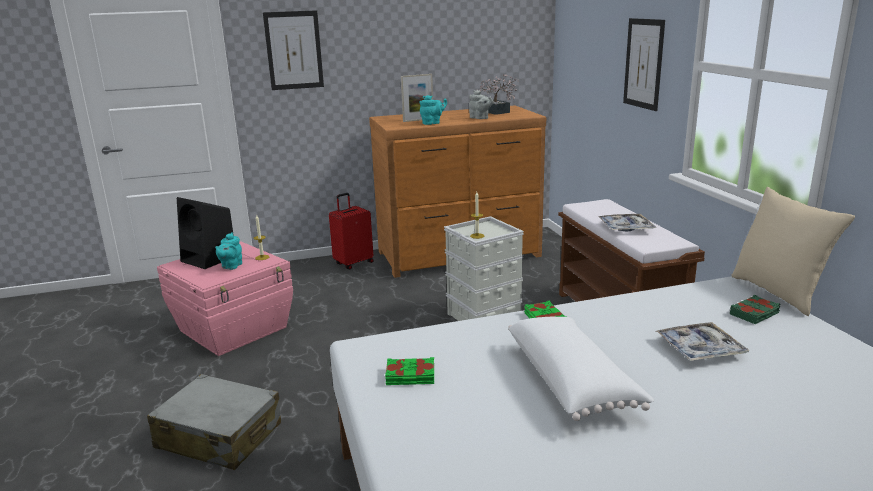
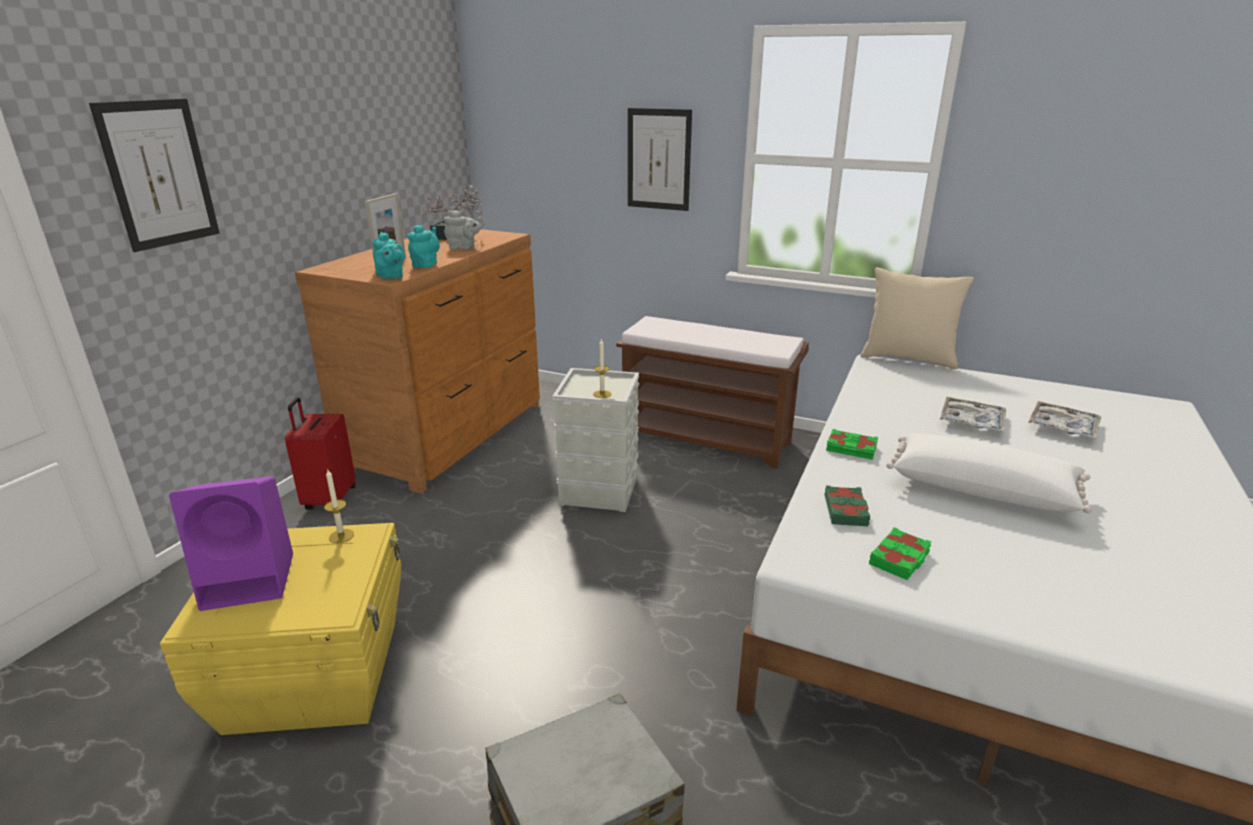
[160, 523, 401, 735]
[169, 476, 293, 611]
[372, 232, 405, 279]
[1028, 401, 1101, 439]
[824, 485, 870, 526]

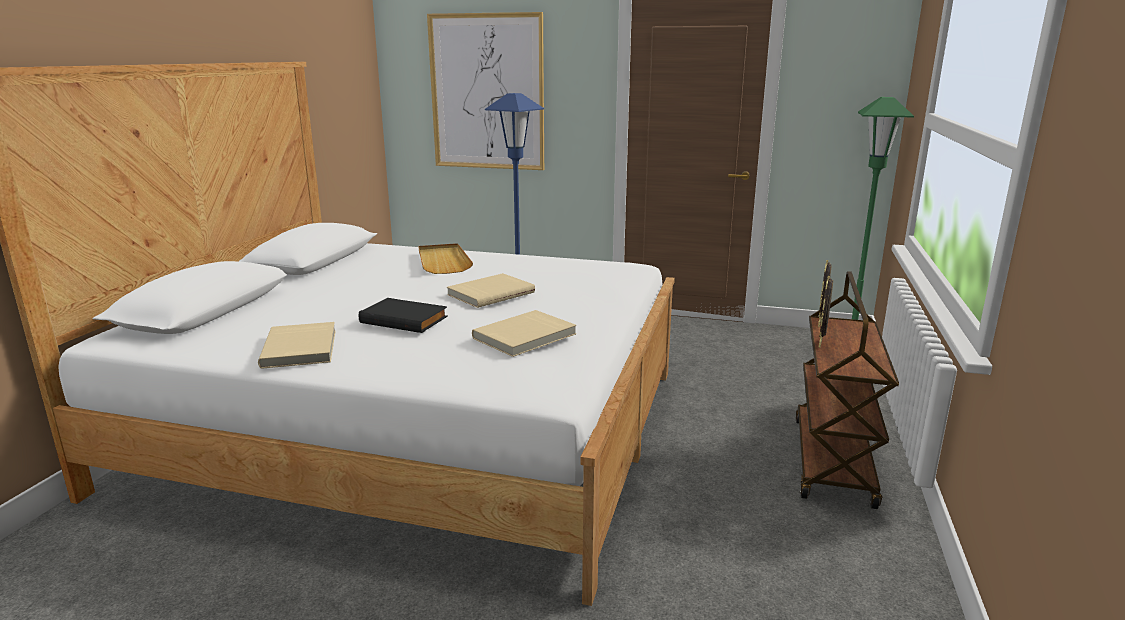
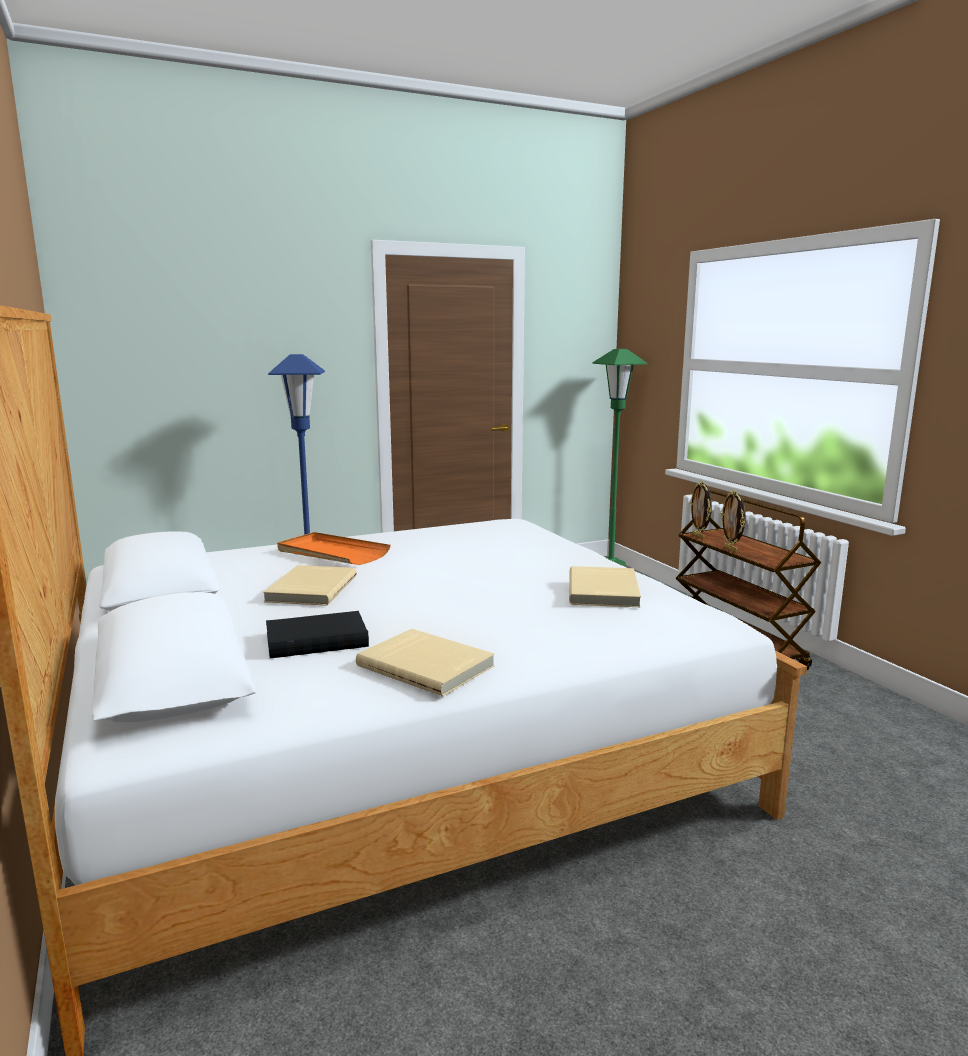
[266, 611, 369, 658]
[277, 532, 391, 565]
[427, 12, 544, 170] (first image)
[263, 565, 357, 606]

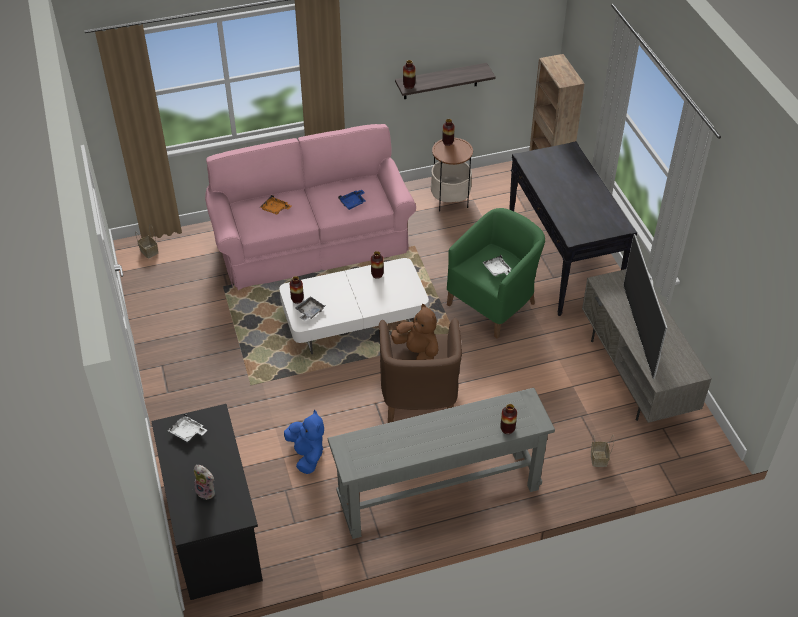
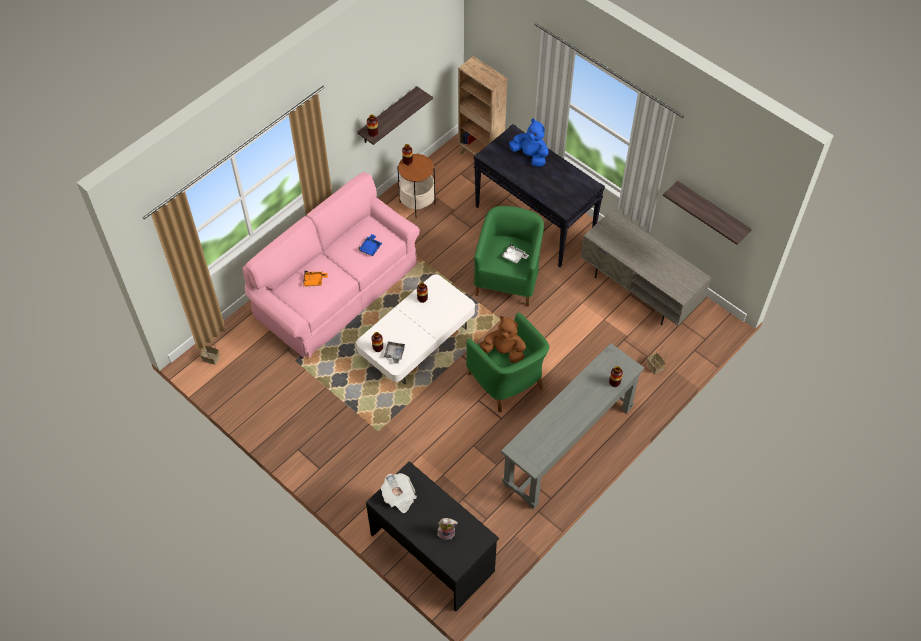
[381, 473, 417, 513]
[509, 119, 549, 167]
[466, 313, 549, 412]
[623, 234, 667, 379] (first image)
[663, 181, 752, 245]

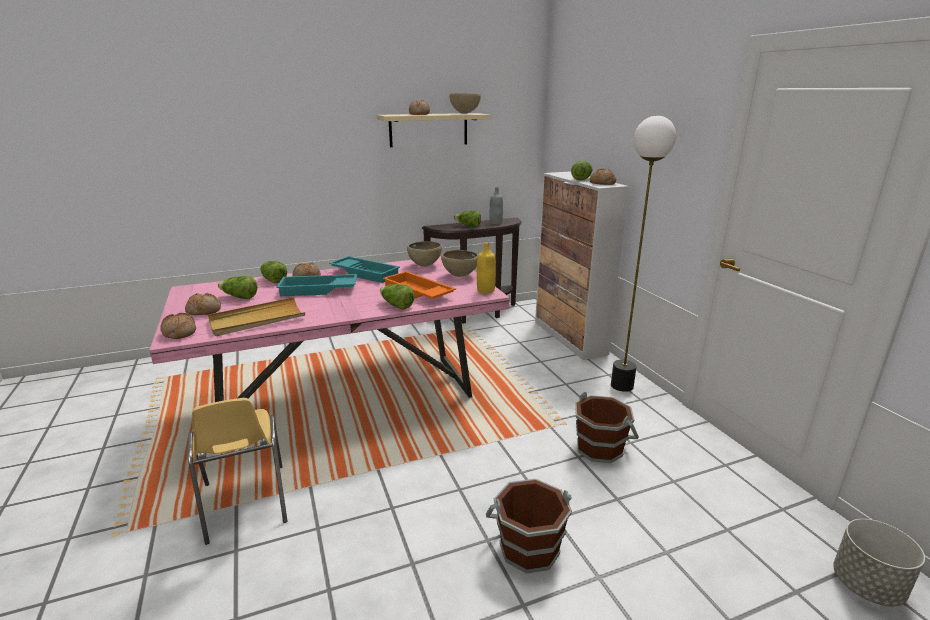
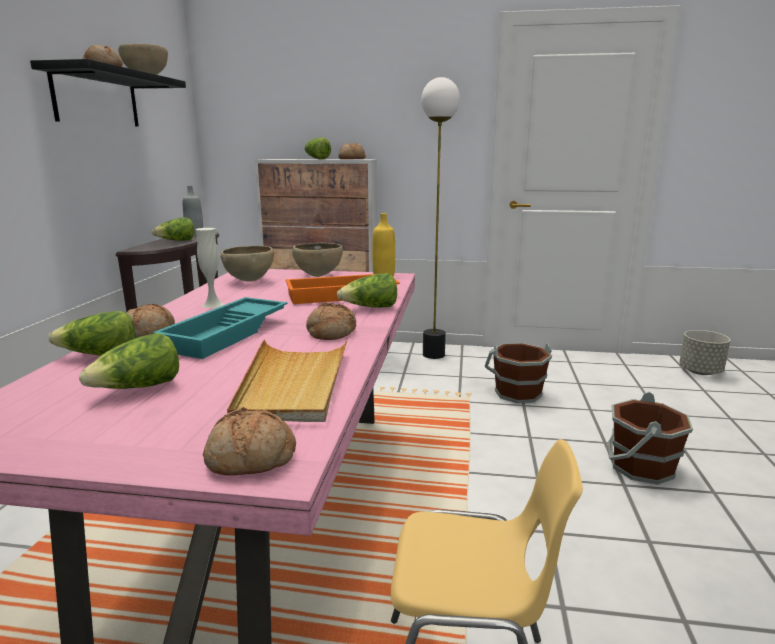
[306, 303, 356, 340]
[195, 228, 224, 308]
[30, 59, 186, 127]

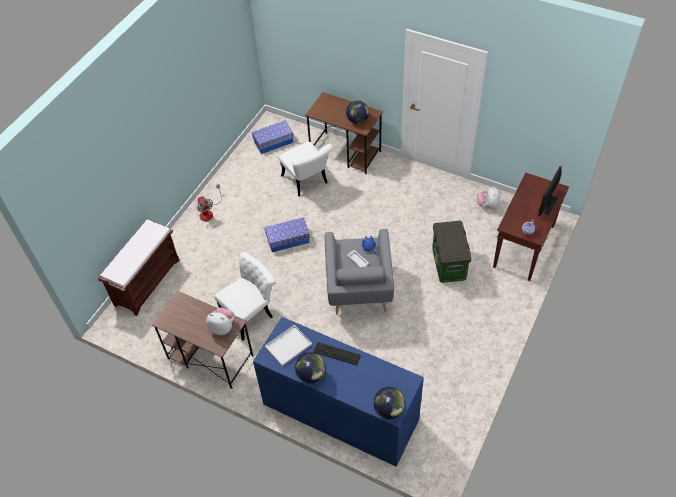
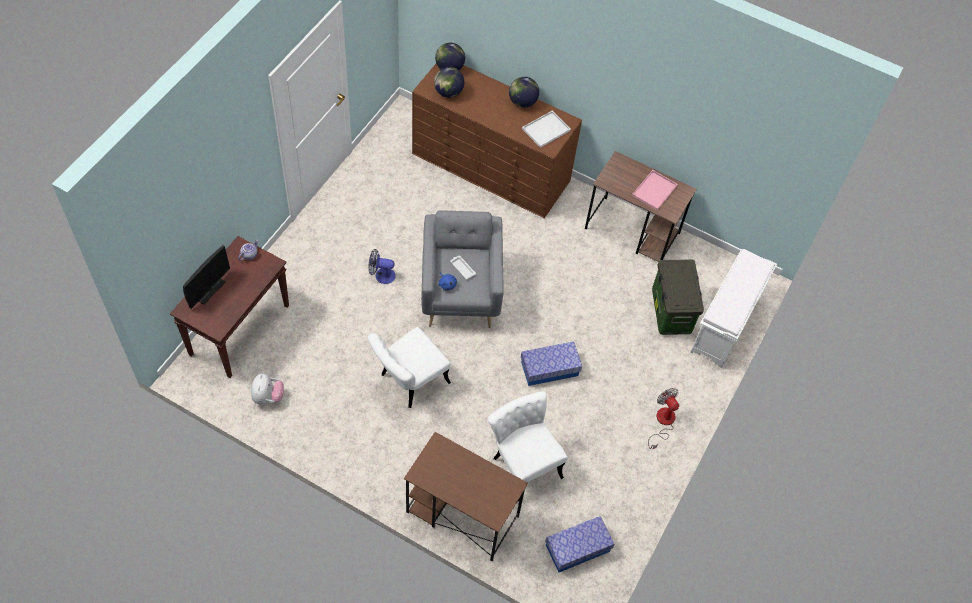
[691, 249, 777, 368]
[206, 307, 234, 335] (first image)
[368, 327, 451, 408]
[412, 64, 582, 218]
[313, 342, 361, 365] (first image)
[434, 67, 464, 98]
[652, 260, 704, 335]
[368, 249, 396, 284]
[632, 170, 678, 210]

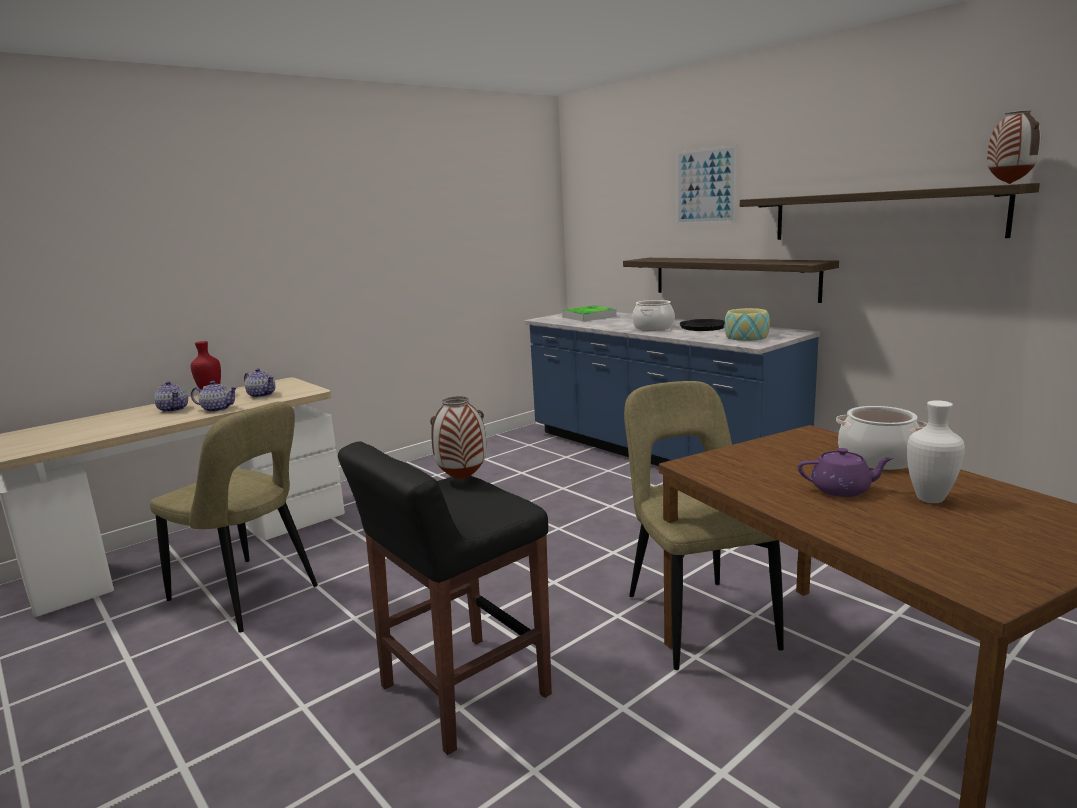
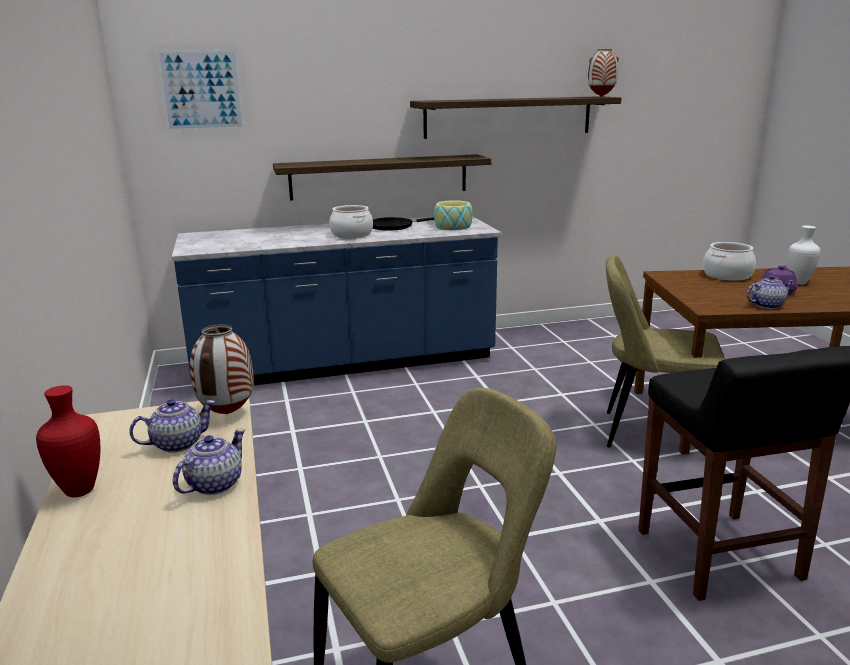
[746, 275, 794, 309]
[190, 324, 254, 414]
[562, 306, 617, 322] (first image)
[156, 50, 245, 132]

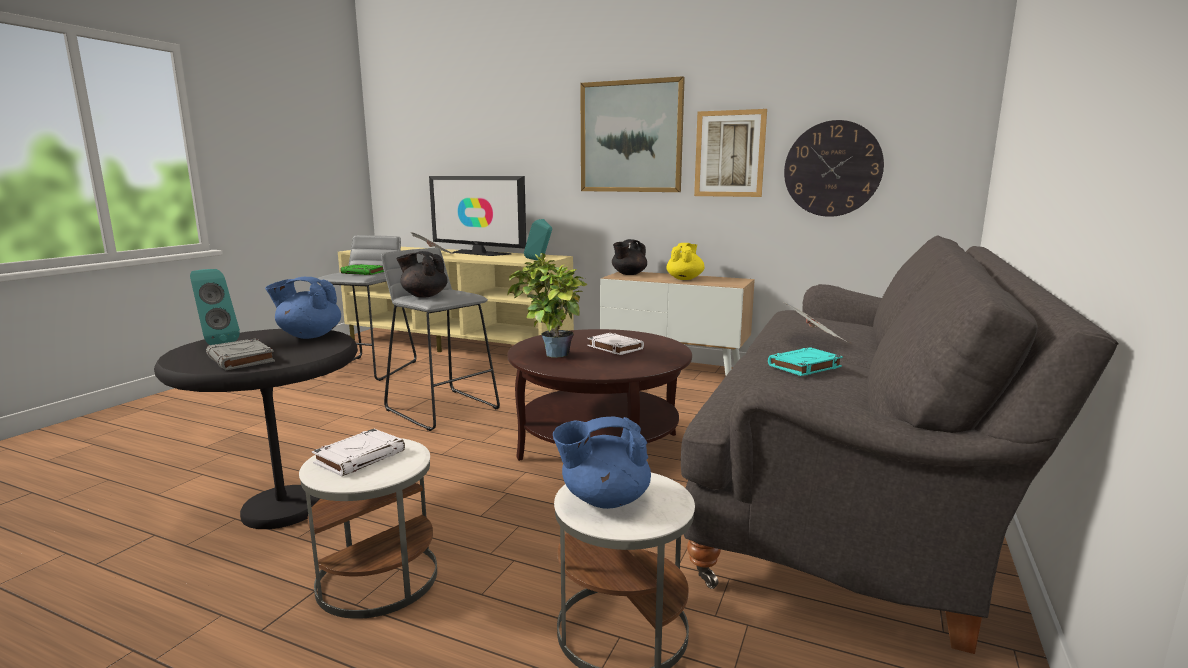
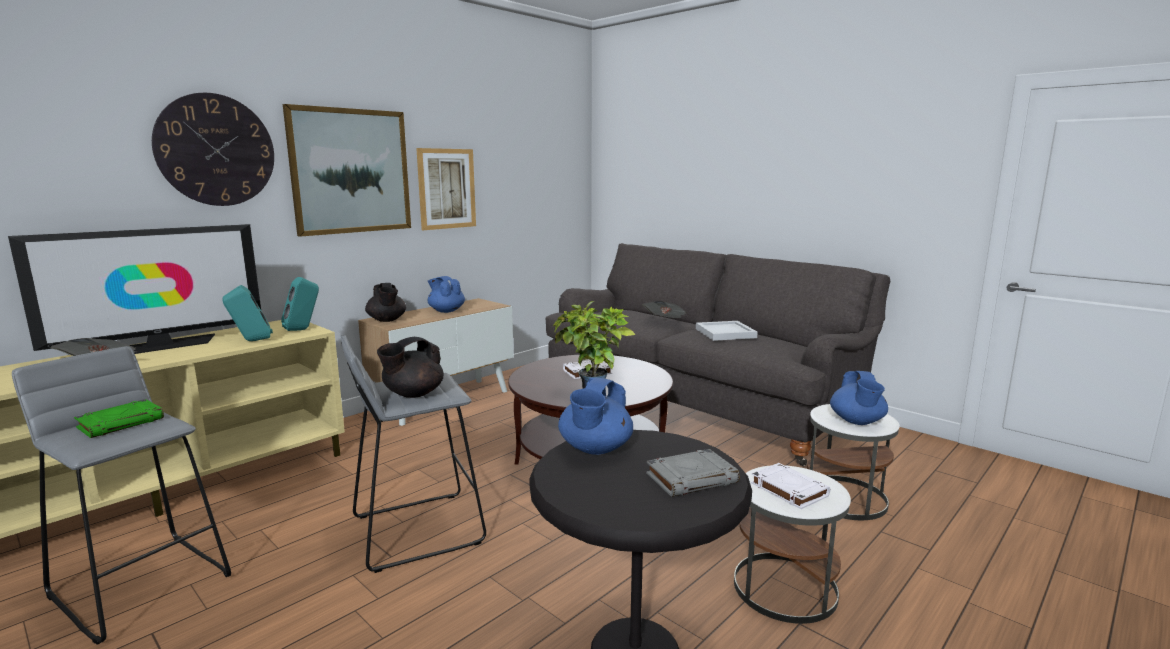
[223, 285, 273, 341]
[428, 276, 465, 313]
[696, 321, 758, 341]
[152, 93, 274, 206]

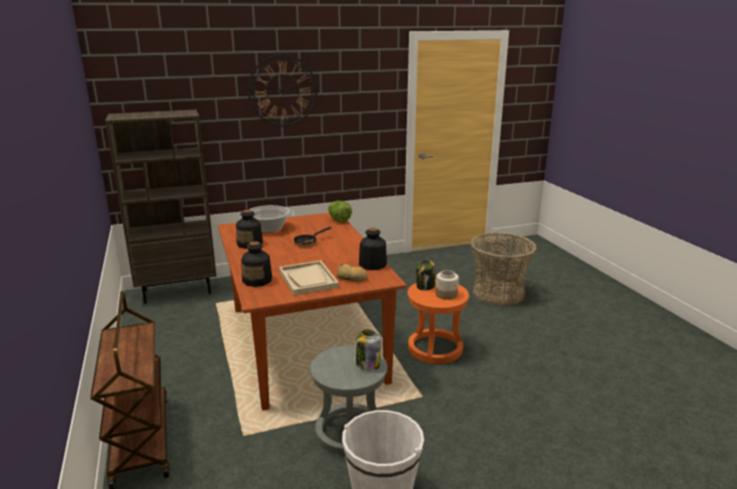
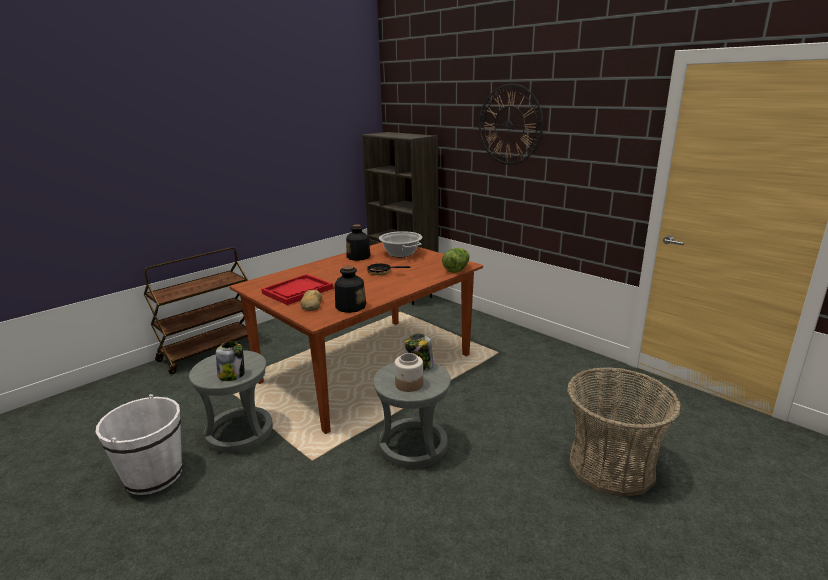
[241, 241, 272, 287] (first image)
[261, 274, 333, 305]
[373, 362, 451, 469]

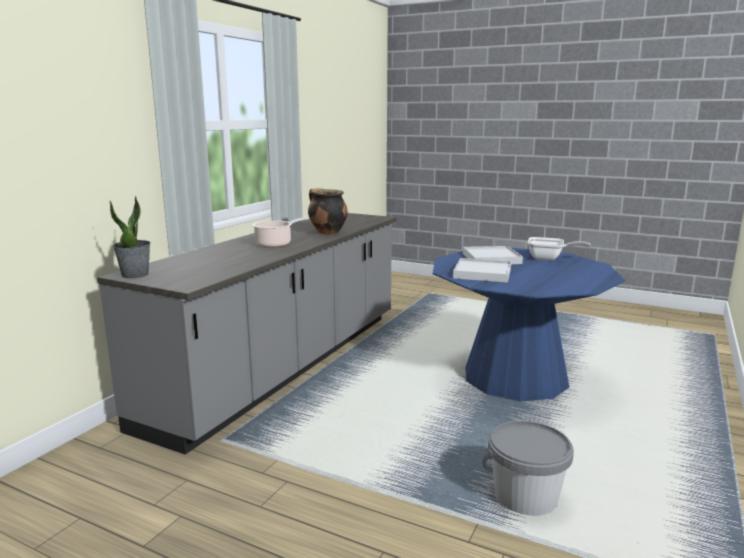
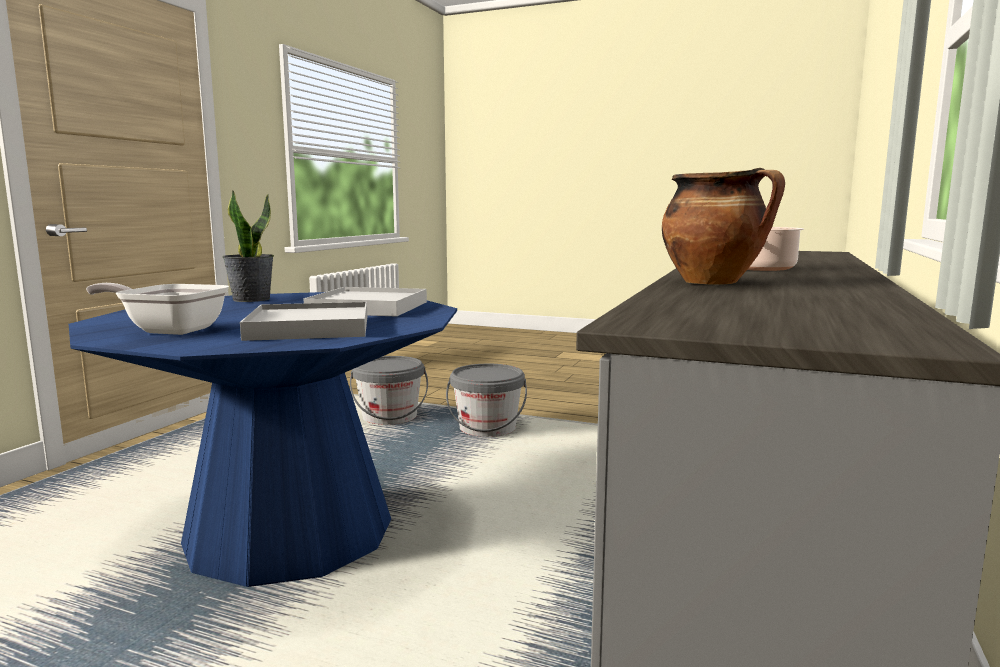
[222, 191, 274, 302]
[446, 364, 527, 437]

